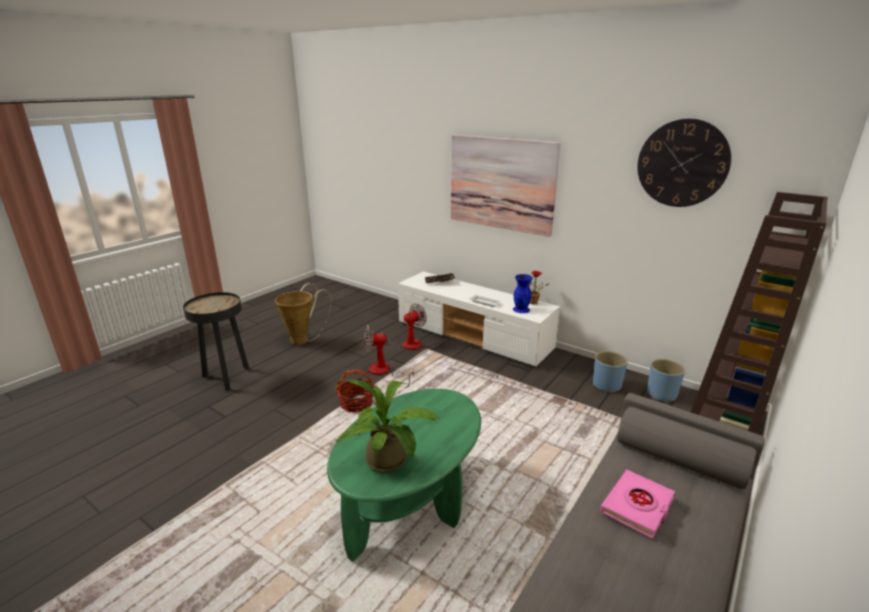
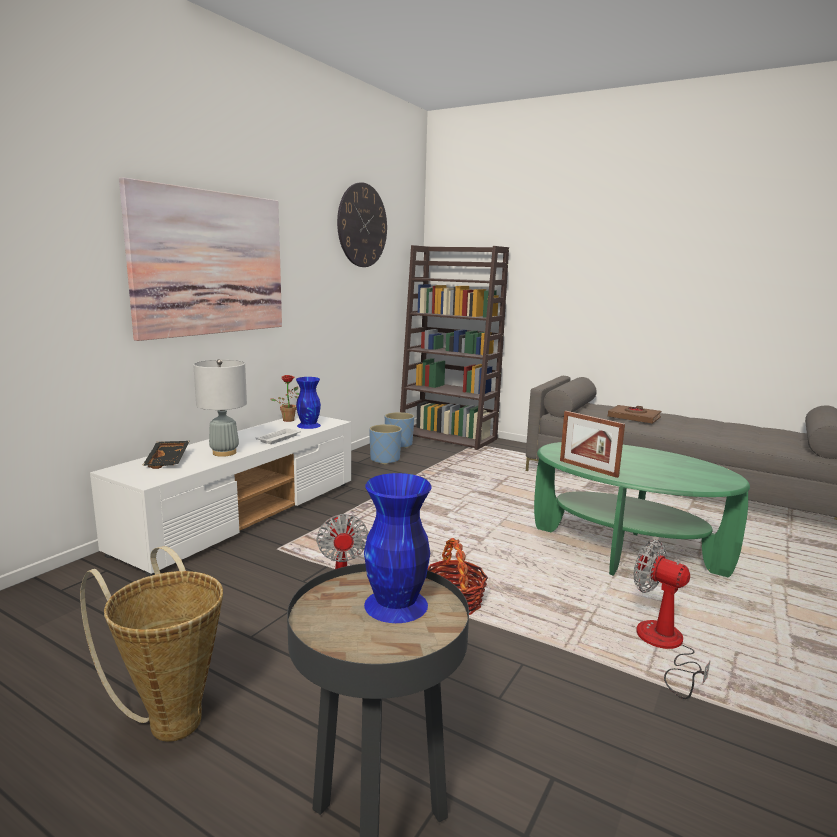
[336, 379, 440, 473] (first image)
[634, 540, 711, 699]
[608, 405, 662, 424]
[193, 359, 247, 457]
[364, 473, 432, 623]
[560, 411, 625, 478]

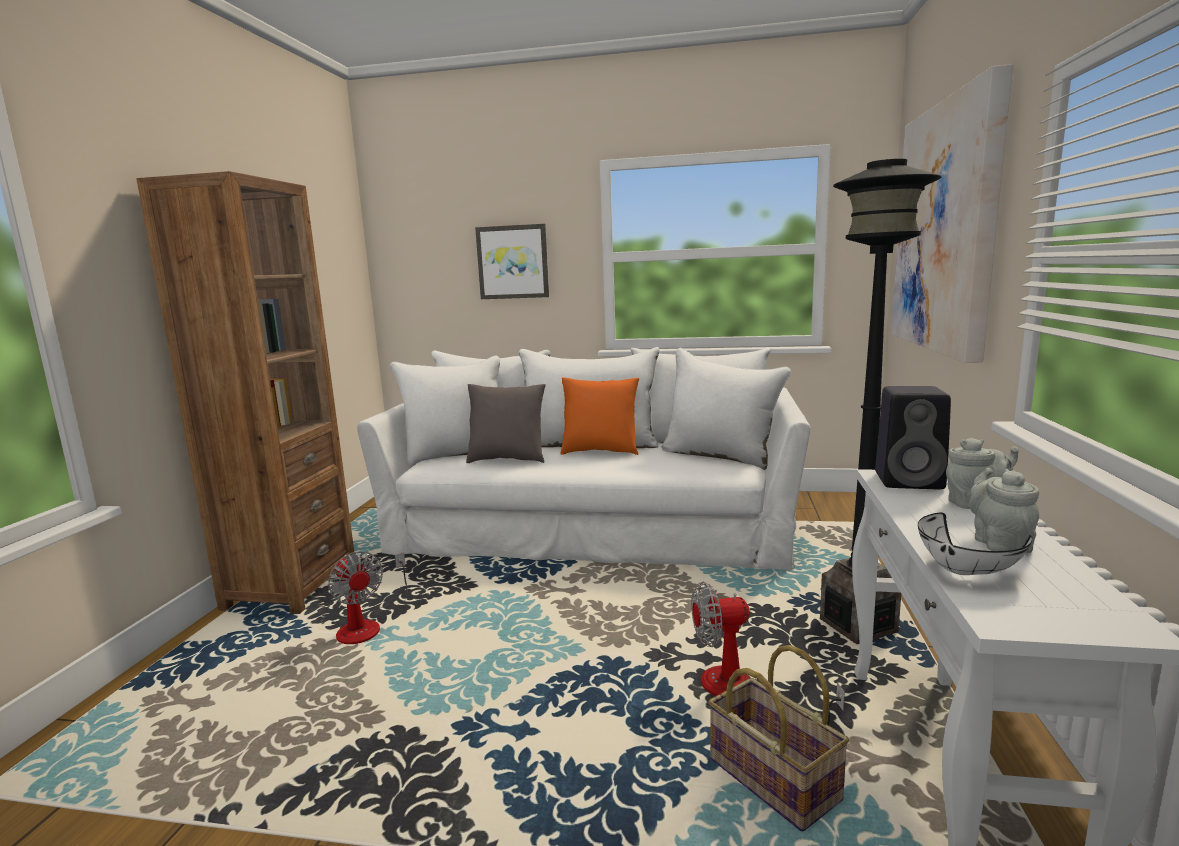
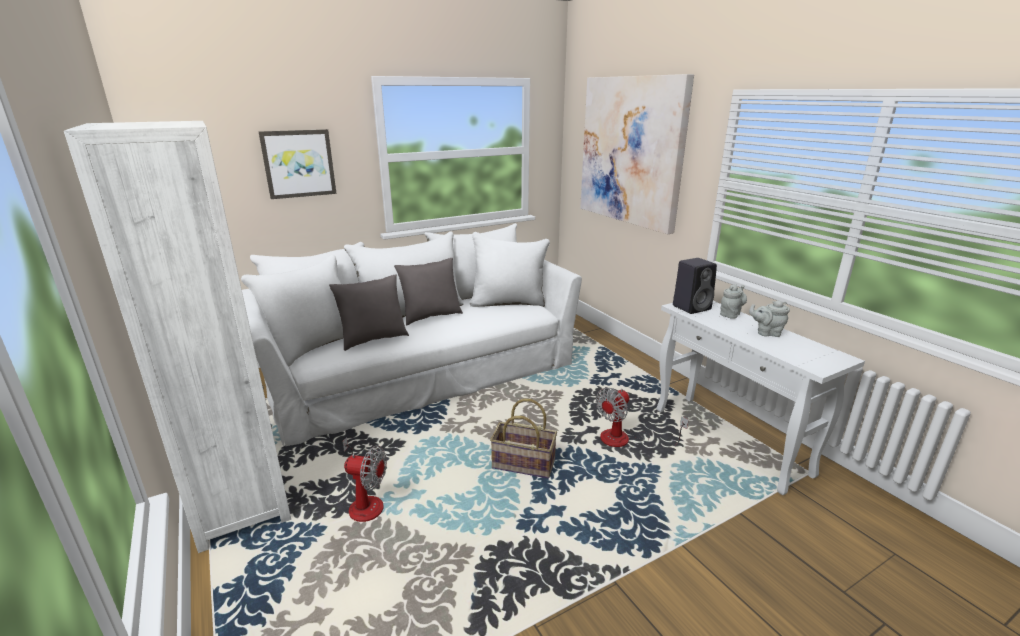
[64, 121, 291, 553]
[394, 258, 463, 325]
[490, 399, 557, 478]
[820, 159, 941, 644] (first image)
[918, 513, 1032, 575] (first image)
[749, 301, 790, 337]

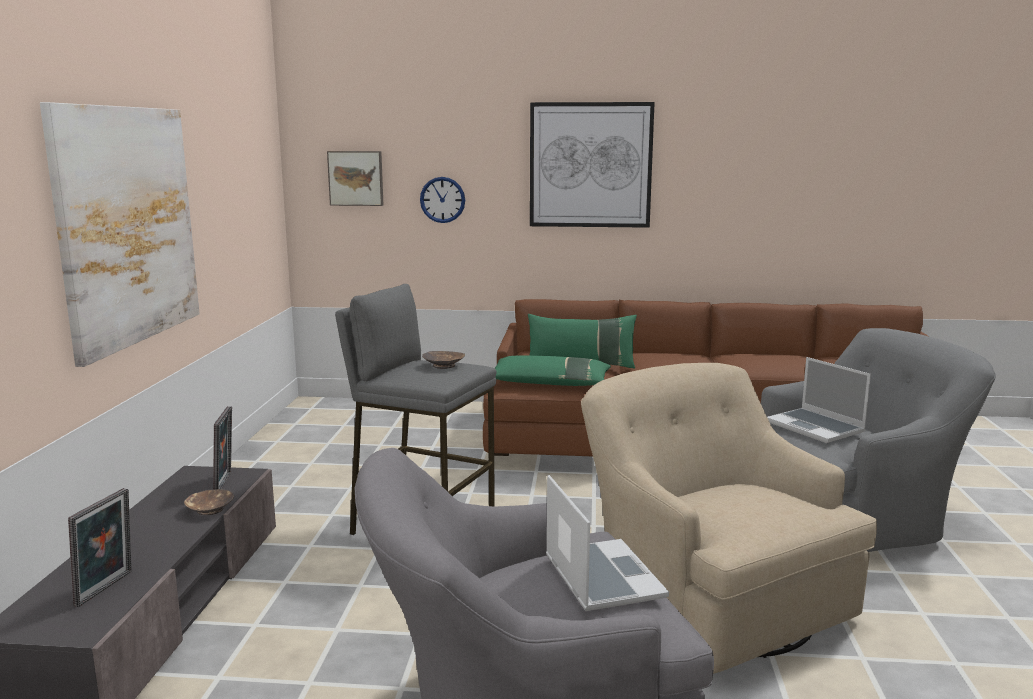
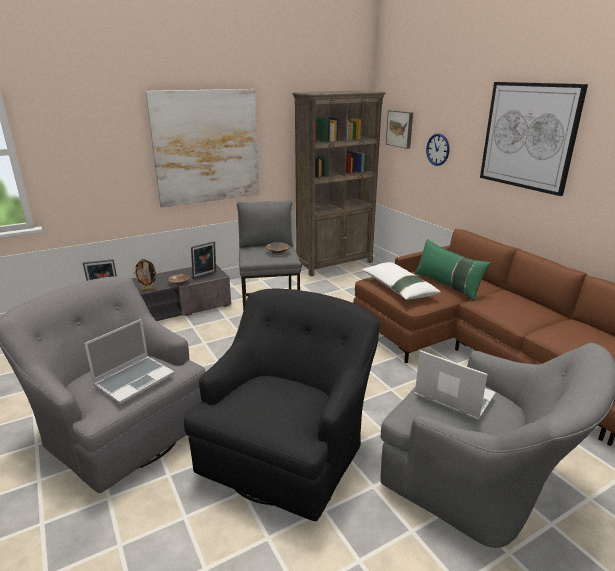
[362, 262, 441, 300]
[184, 288, 380, 521]
[414, 350, 496, 420]
[134, 258, 157, 290]
[292, 90, 386, 276]

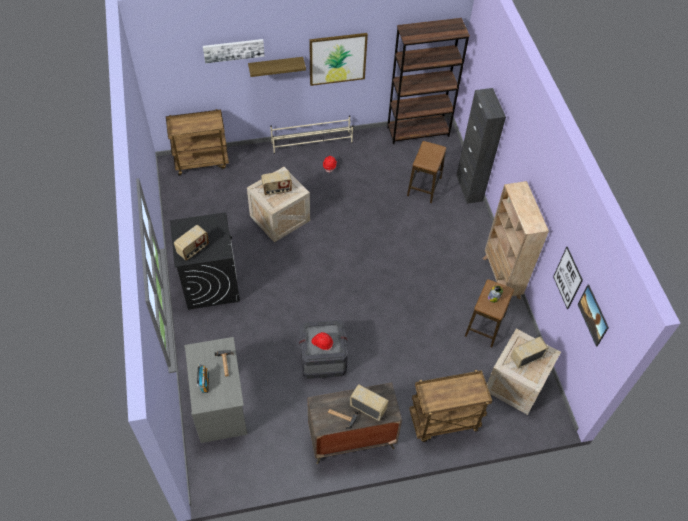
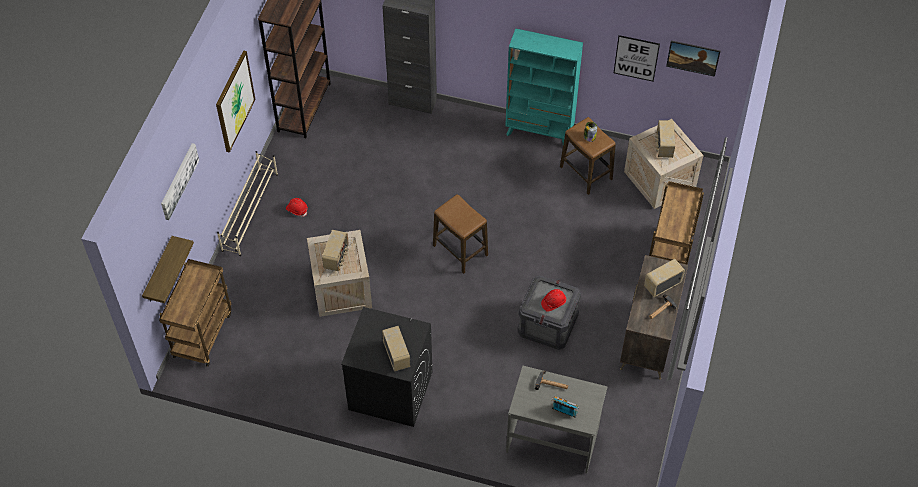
[142, 236, 194, 303]
[433, 194, 488, 274]
[505, 28, 583, 144]

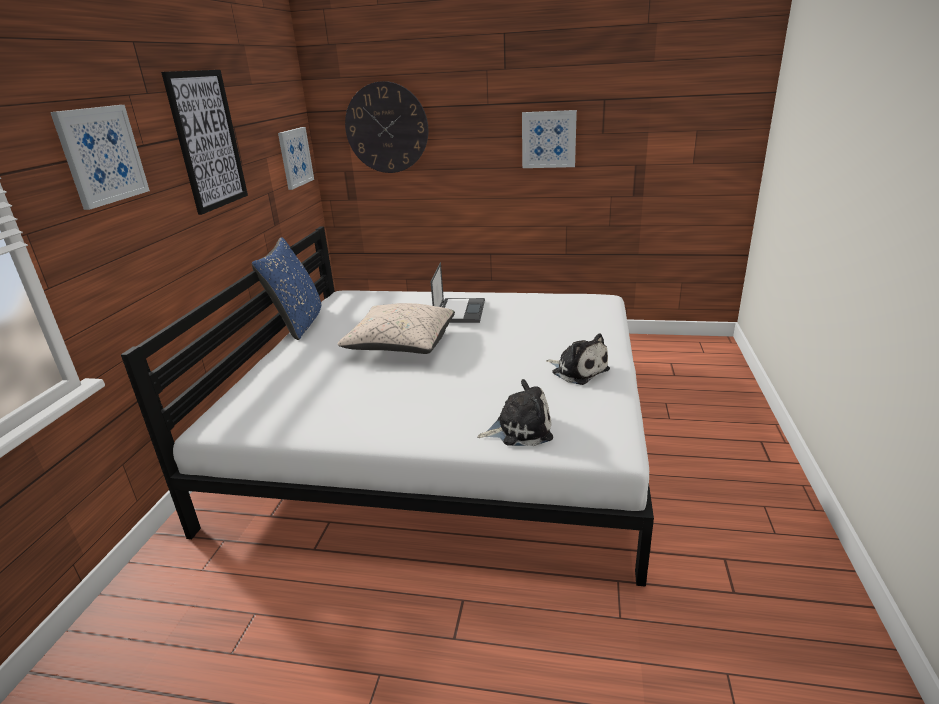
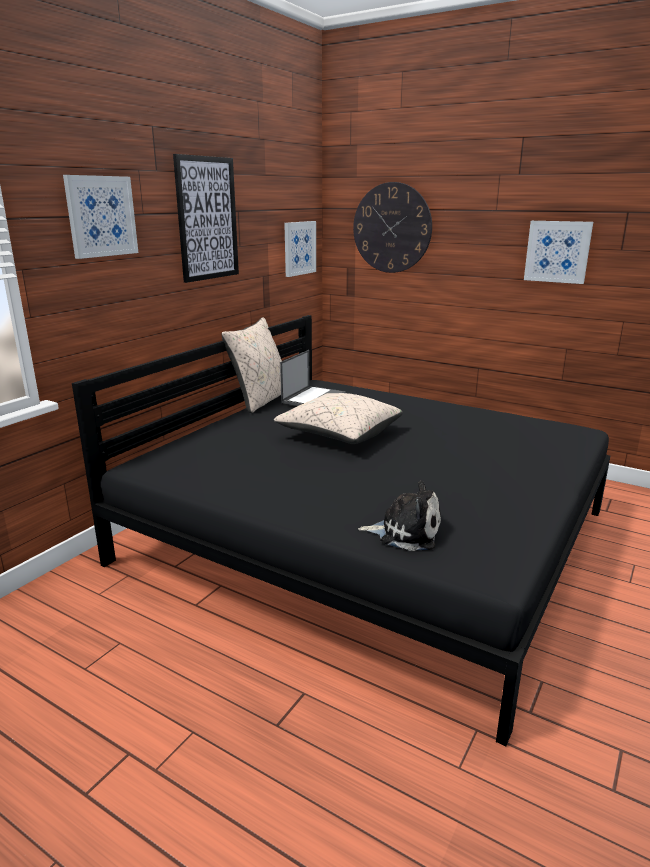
[72, 315, 610, 746]
[221, 317, 282, 413]
[280, 350, 346, 406]
[546, 334, 610, 385] (first image)

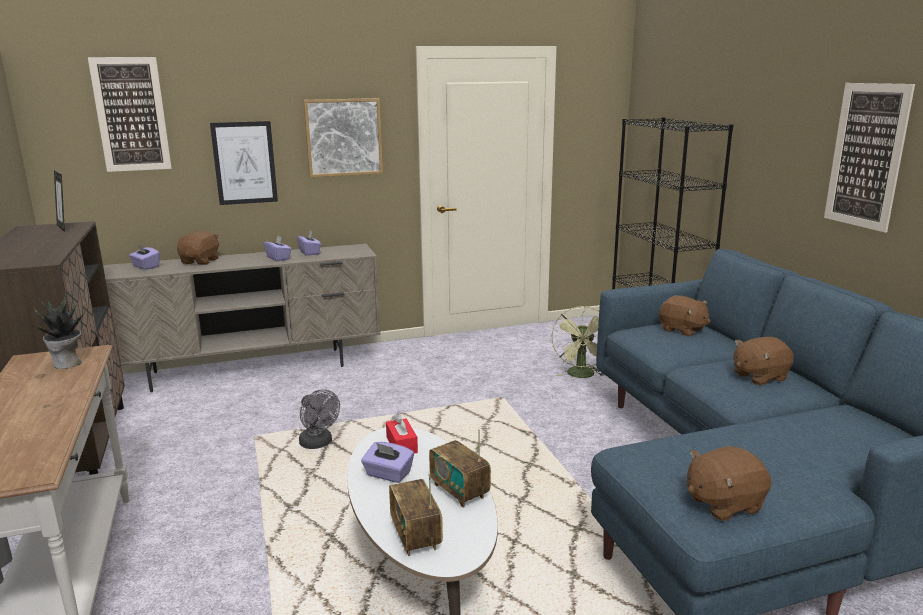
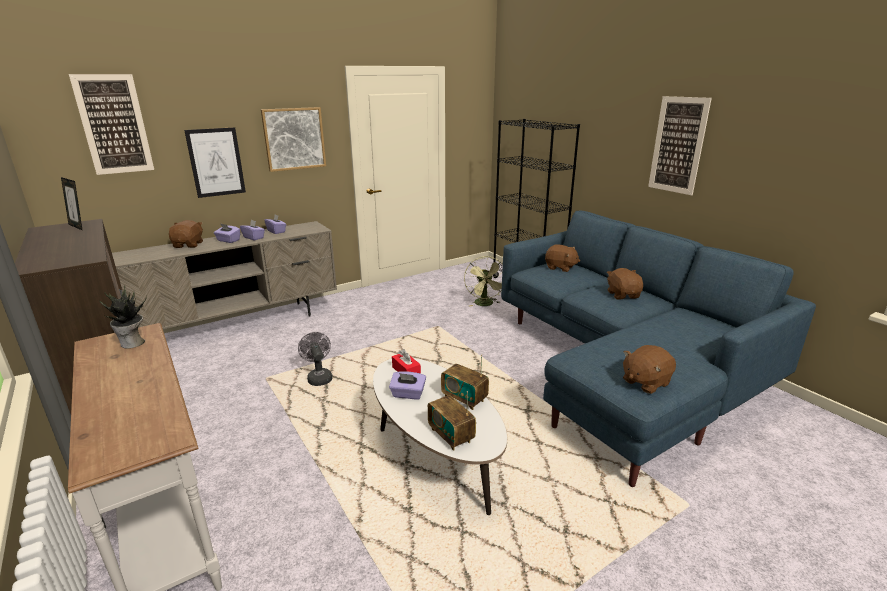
[214, 223, 240, 243]
[298, 332, 333, 386]
[607, 268, 643, 300]

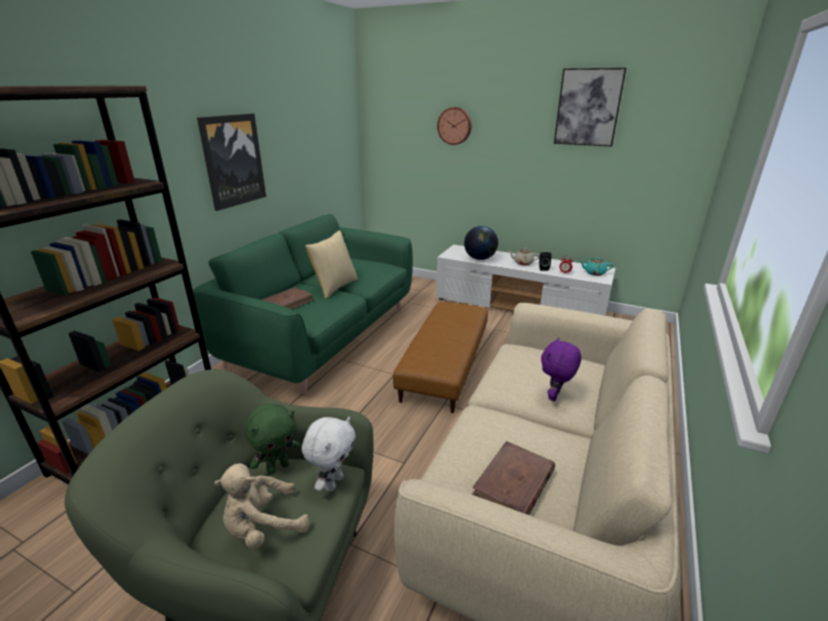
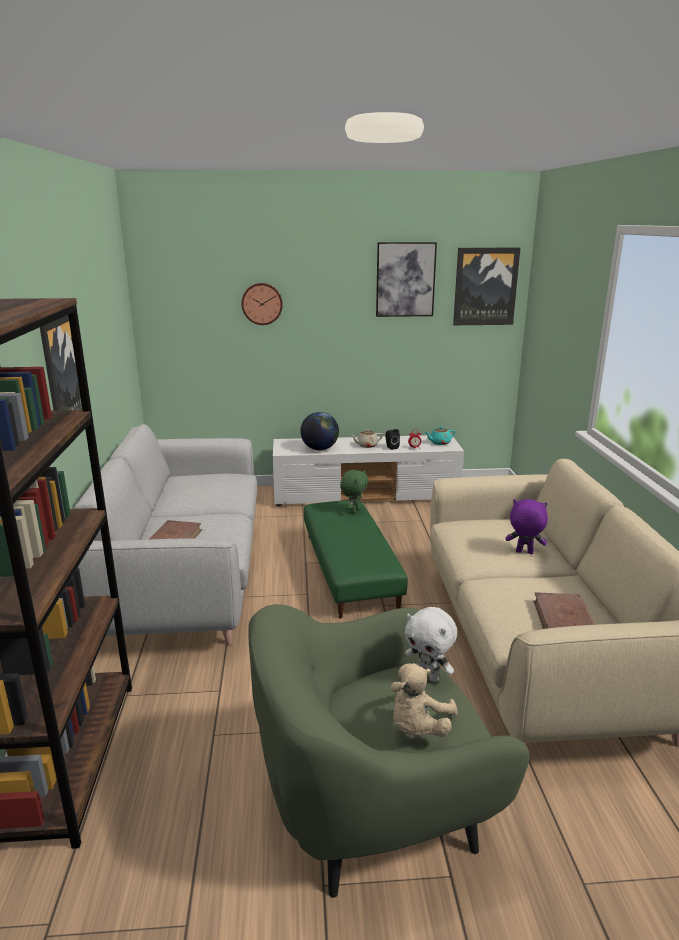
[75, 424, 257, 645]
[340, 470, 369, 514]
[405, 607, 457, 682]
[305, 230, 358, 299] (first image)
[304, 500, 408, 619]
[506, 499, 548, 554]
[453, 248, 520, 325]

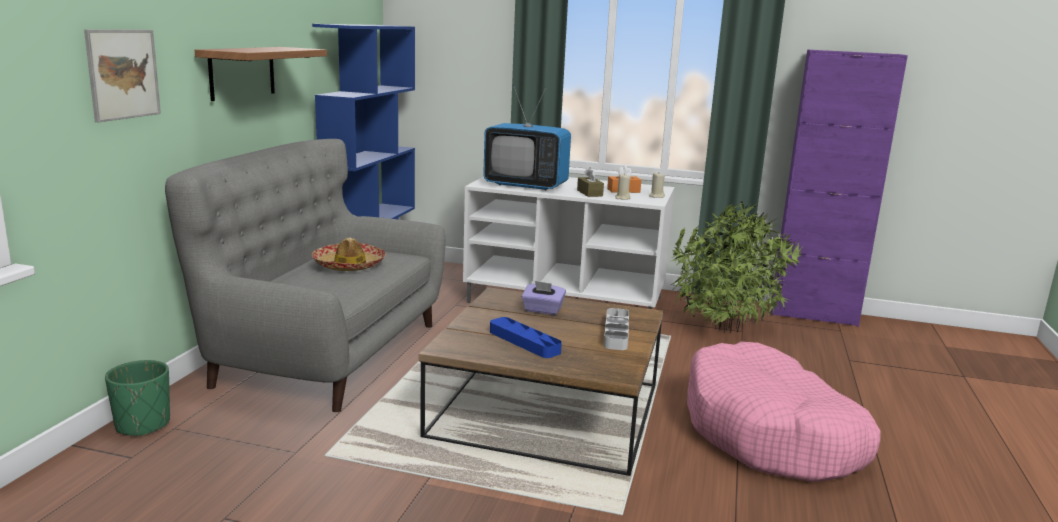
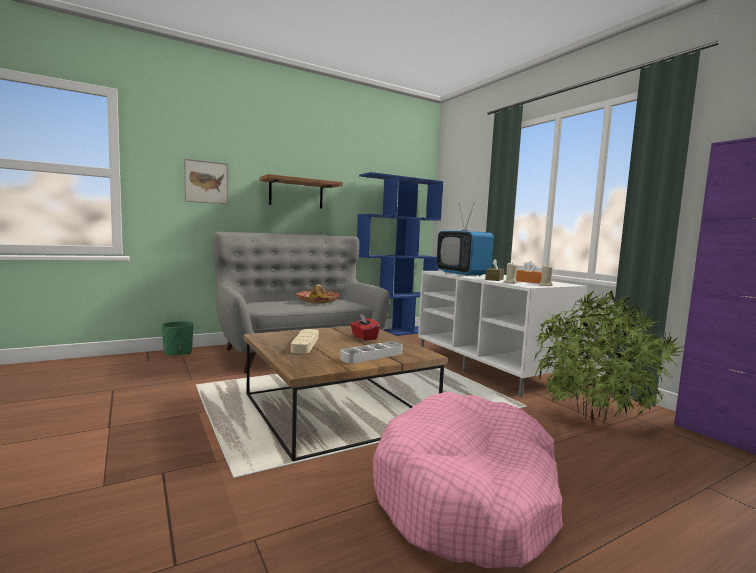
[291, 329, 319, 354]
[350, 314, 380, 341]

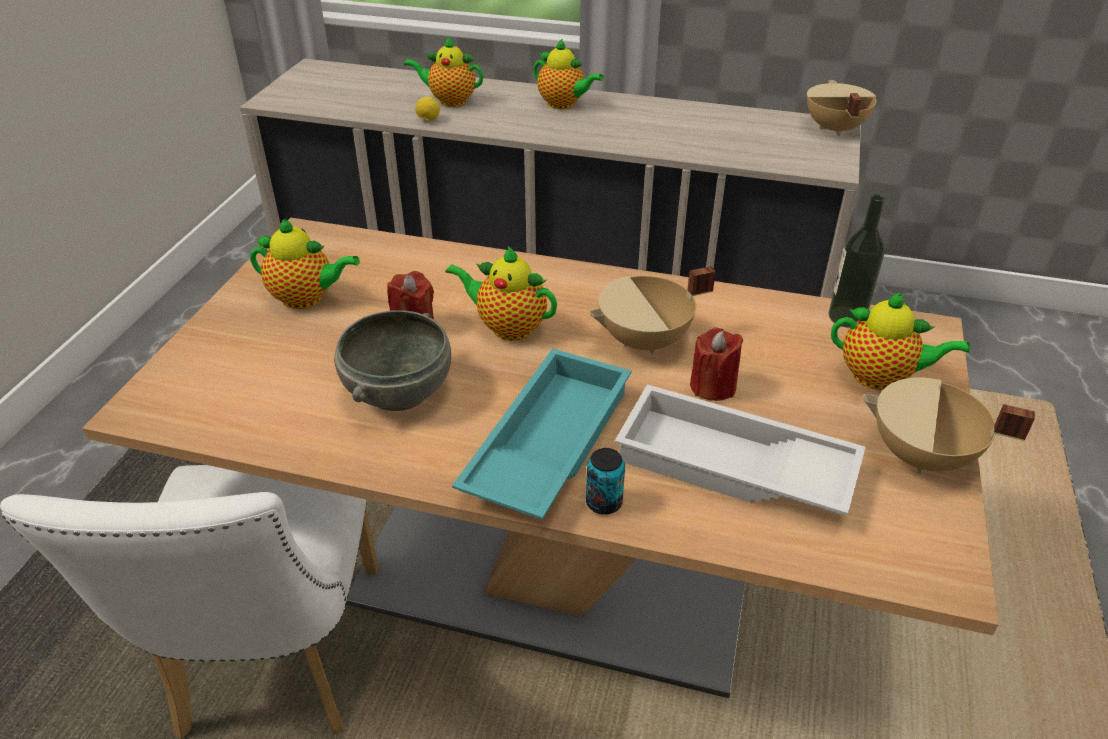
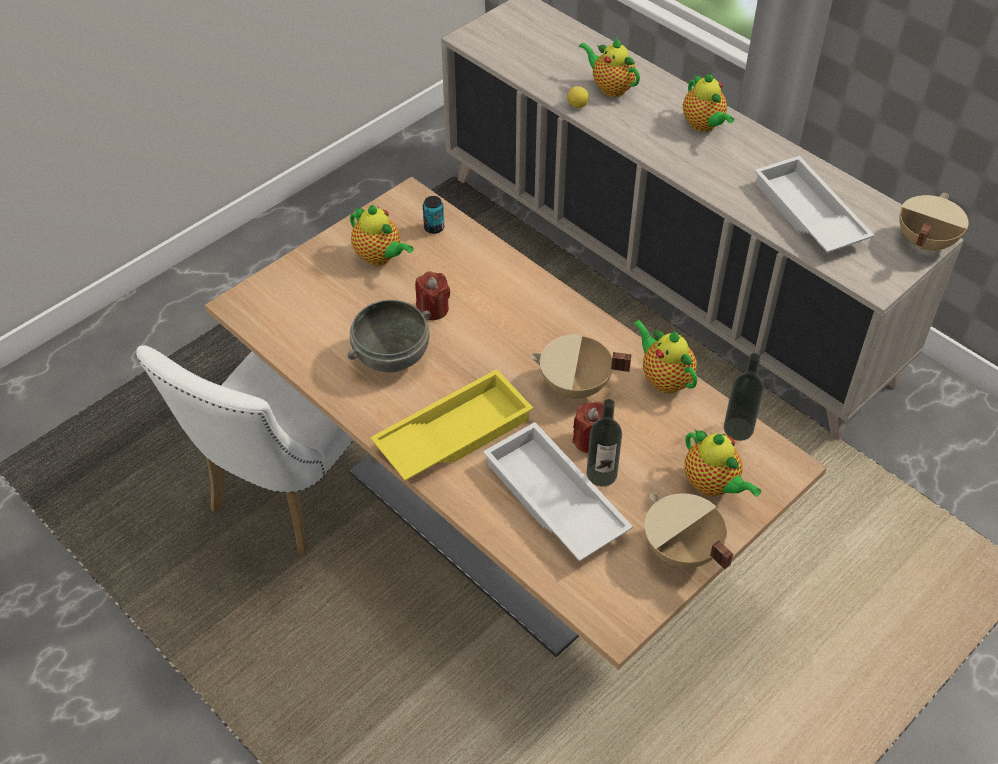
[632, 320, 697, 394]
[370, 369, 533, 481]
[423, 196, 444, 234]
[586, 399, 622, 487]
[755, 156, 874, 253]

